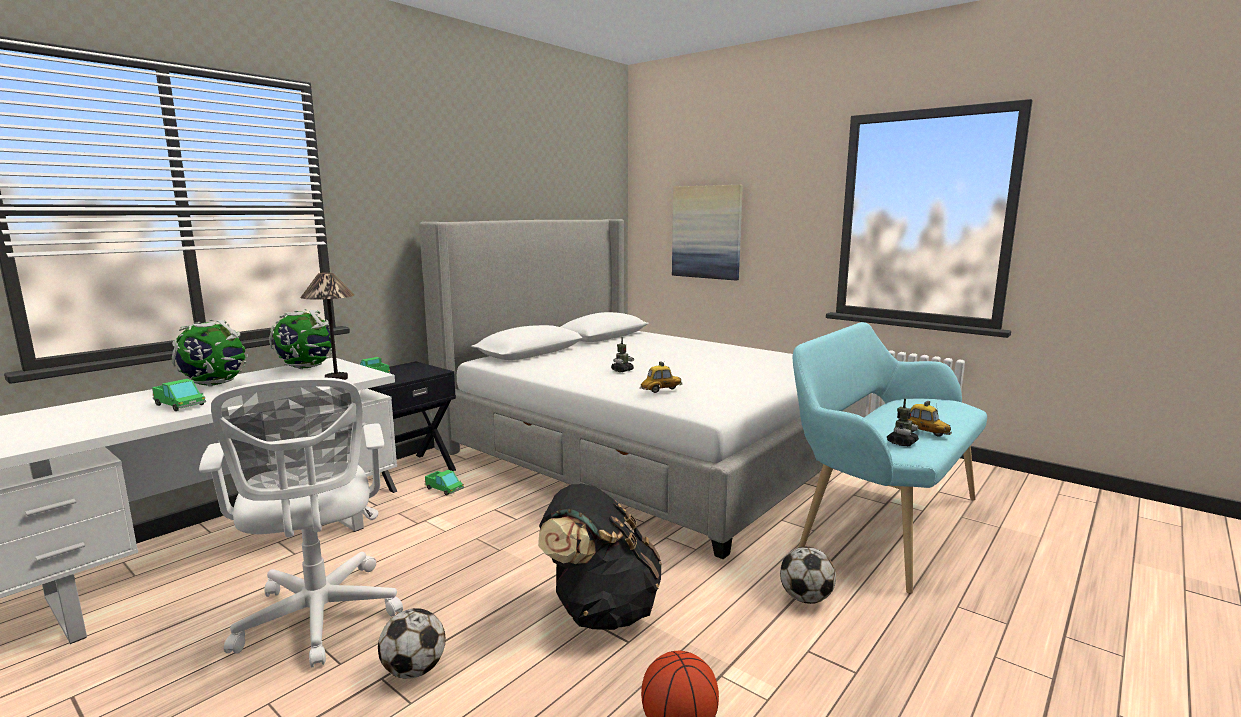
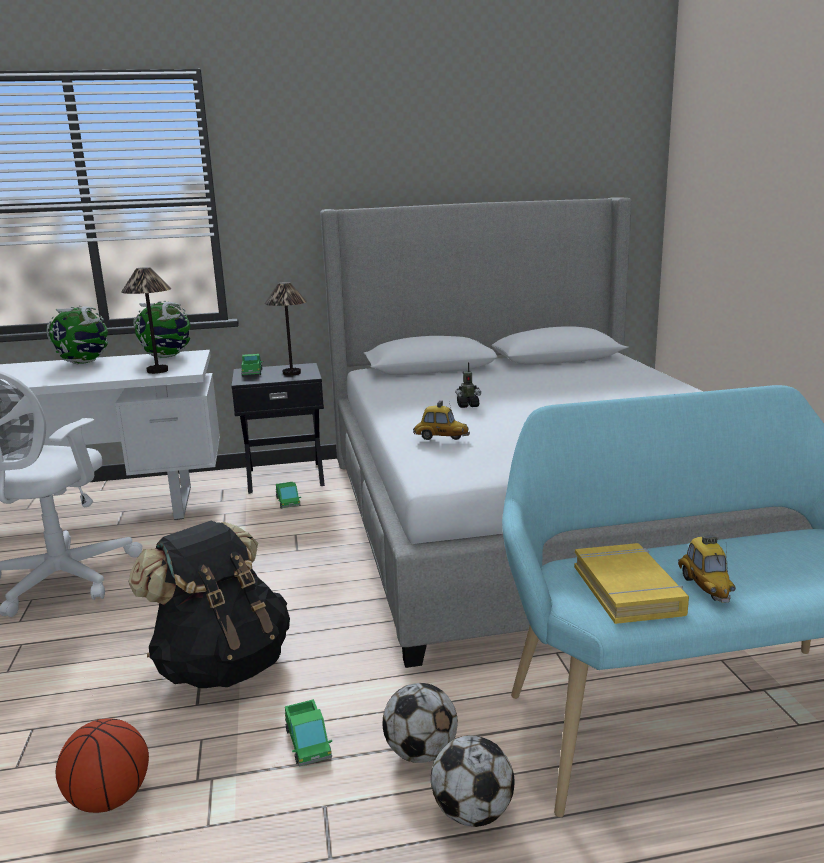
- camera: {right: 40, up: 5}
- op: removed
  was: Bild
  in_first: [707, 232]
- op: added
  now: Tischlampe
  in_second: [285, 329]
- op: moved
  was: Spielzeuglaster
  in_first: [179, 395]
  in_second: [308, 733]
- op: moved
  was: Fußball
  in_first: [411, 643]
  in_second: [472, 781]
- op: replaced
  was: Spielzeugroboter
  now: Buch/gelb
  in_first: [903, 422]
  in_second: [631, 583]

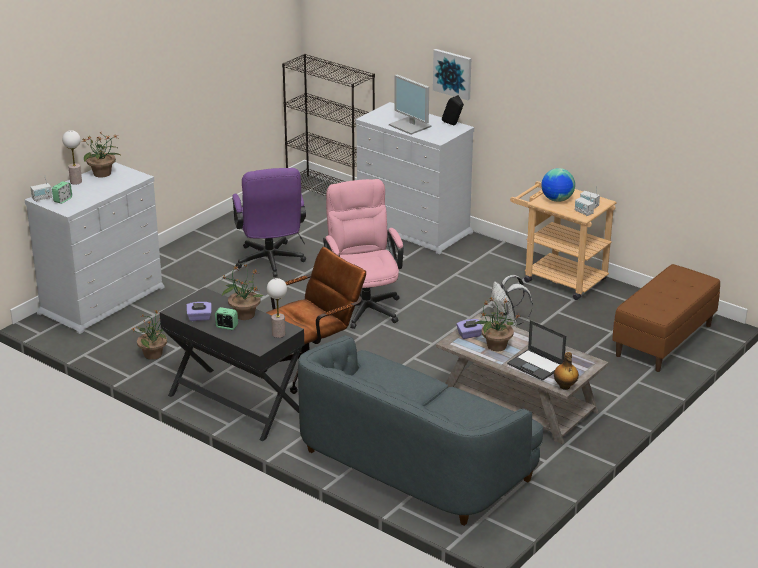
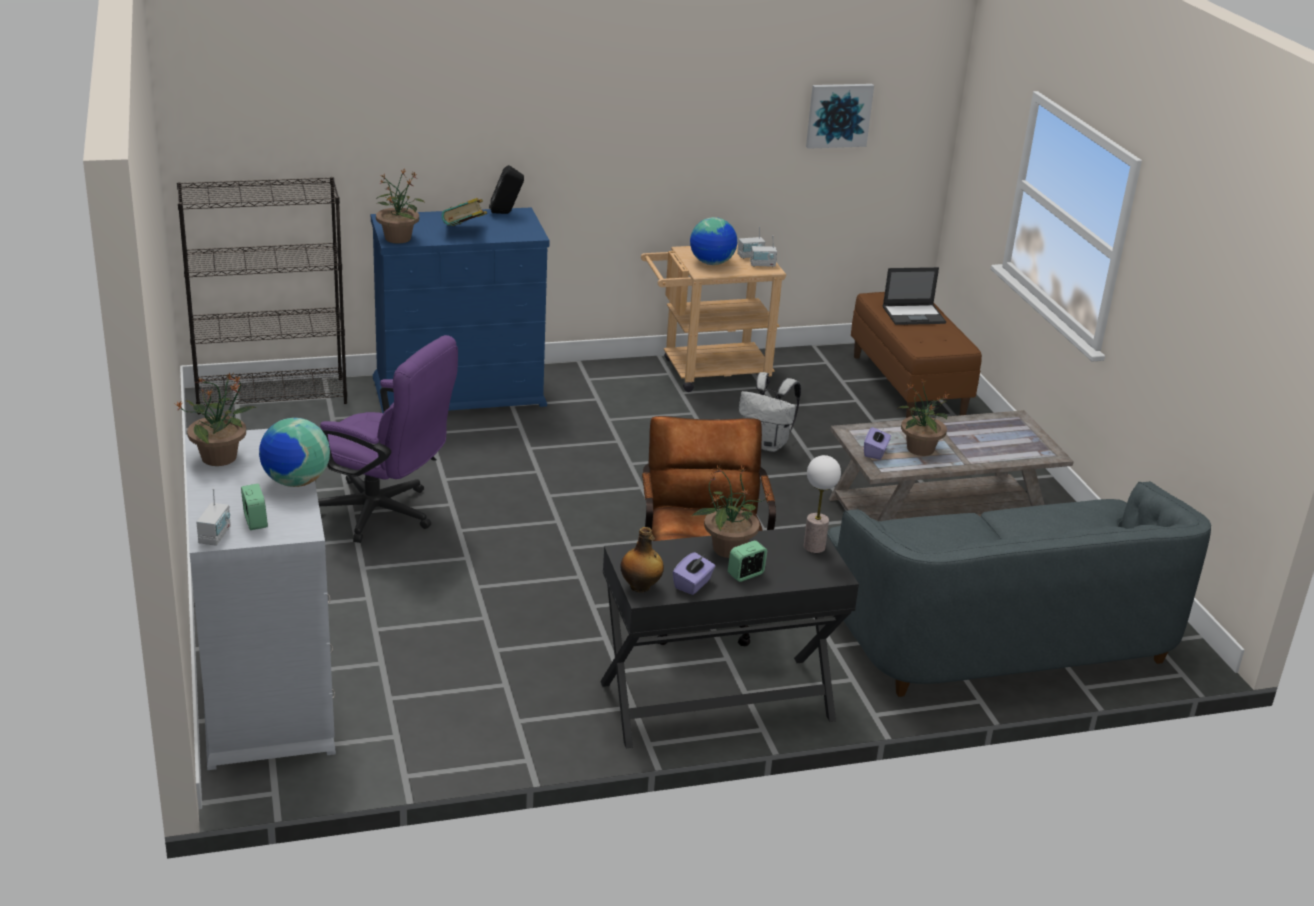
- camera: {right: -55, up: 0}
- op: removed
  was: Tischlampe
  in_first: [72, 157]
- op: removed
  was: Bürostuhl/rosa
  in_first: [363, 254]
- op: added
  now: Globus
  in_second: [294, 452]
- op: moved
  was: Topfpflanze
  in_first: [149, 335]
  in_second: [399, 206]
- op: moved
  was: Bild
  in_first: [452, 74]
  in_second: [840, 116]
- op: moved
  was: Laptop
  in_first: [536, 350]
  in_second: [914, 296]
- op: moved
  was: Flasche
  in_first: [566, 371]
  in_second: [642, 560]
- op: replaced
  was: Monitor
  now: Buch
  in_first: [410, 104]
  in_second: [464, 212]
- op: recoloured
  was: Kommode/weiß
  now: Kommode/blau
  in_first: [415, 178]
  in_second: [460, 310]

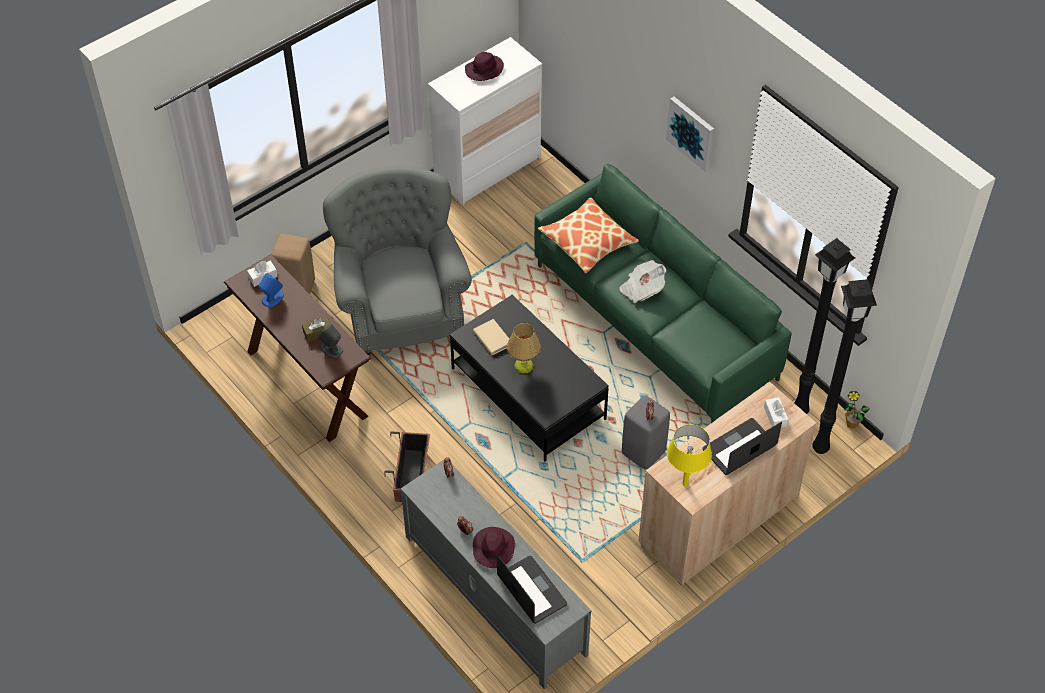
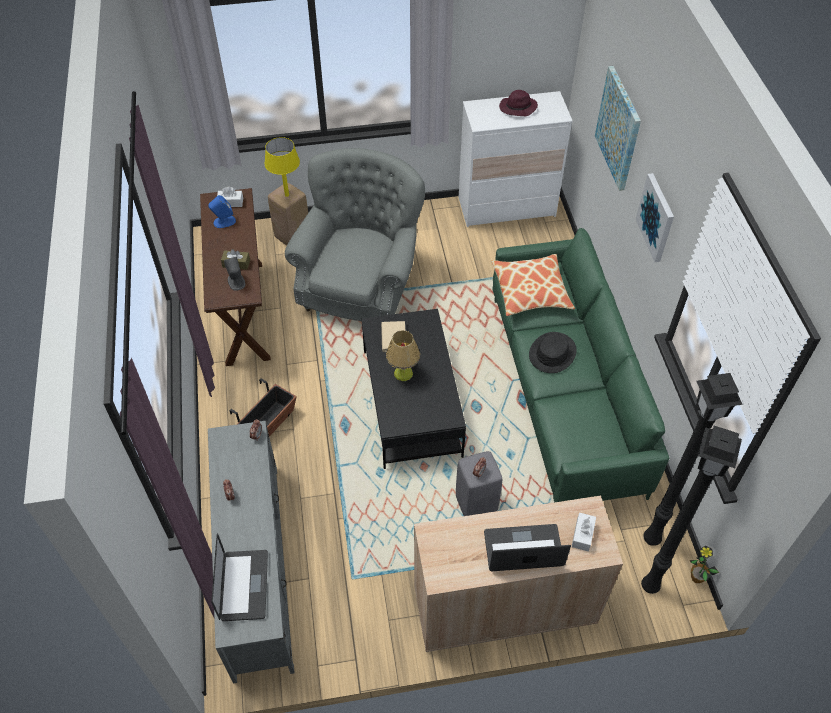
- camera: {right: 30, up: 0}
- op: removed
  was: Hut/lila
  in_first: [494, 547]
- op: added
  now: Bild
  in_second: [618, 128]
- op: moved
  was: Tischlampe/gelb
  in_first: [689, 455]
  in_second: [282, 167]
- op: replaced
  was: Zeitung
  now: Hut/schwarz
  in_first: [643, 281]
  in_second: [553, 352]

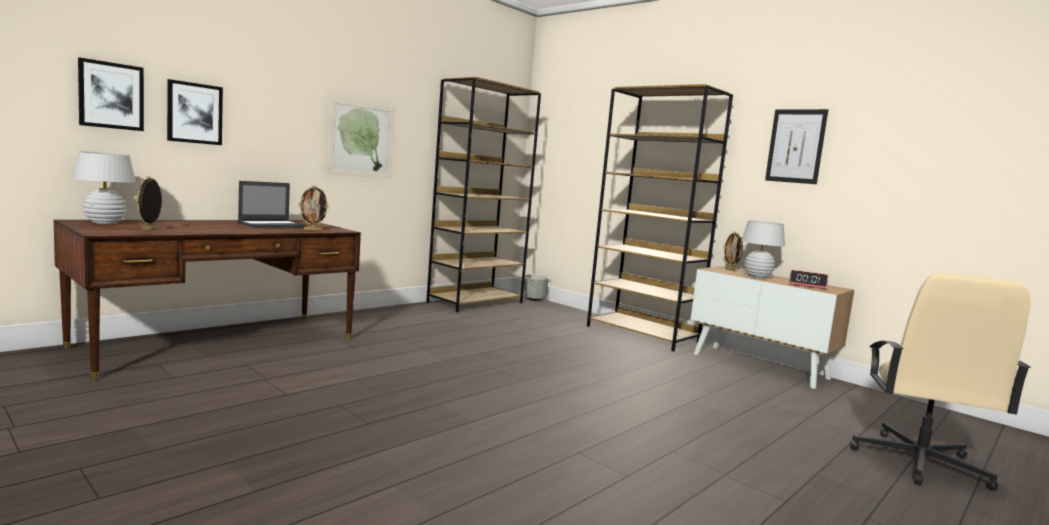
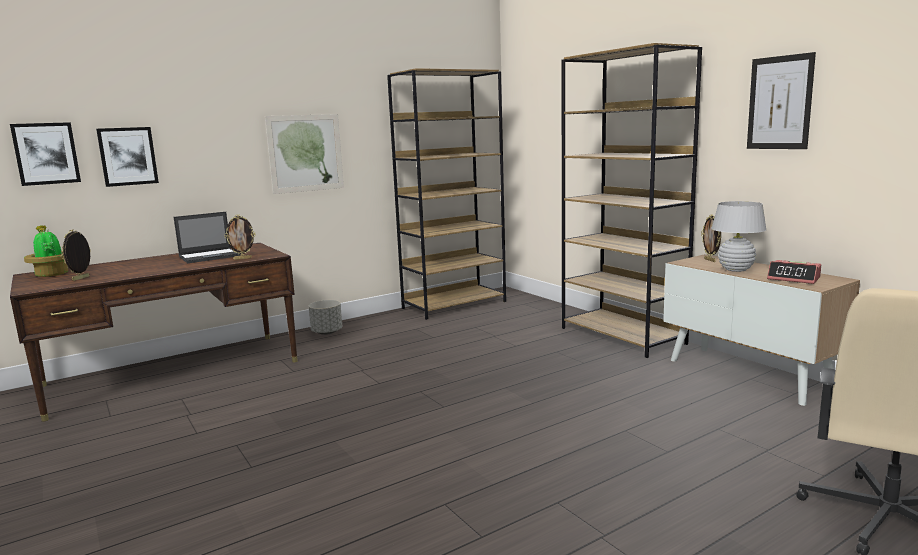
- camera: {right: 15, up: 5}
- op: moved
  was: Pflanzkübel/grau
  in_first: [535, 287]
  in_second: [325, 317]
- op: replaced
  was: Tischlampe/weiß
  now: Topfpflanze
  in_first: [104, 188]
  in_second: [46, 251]

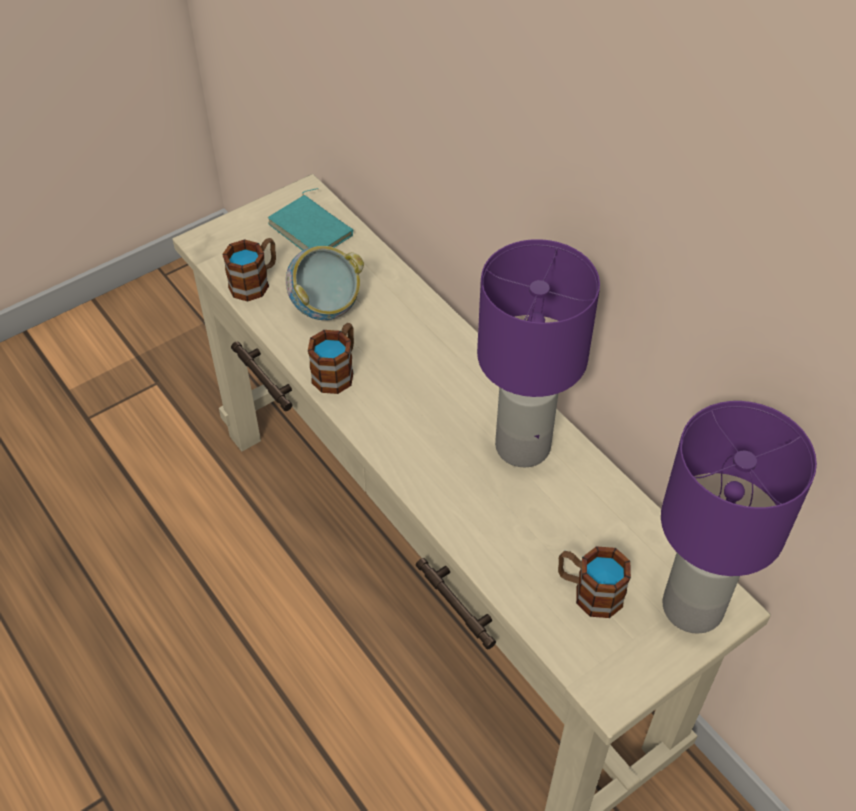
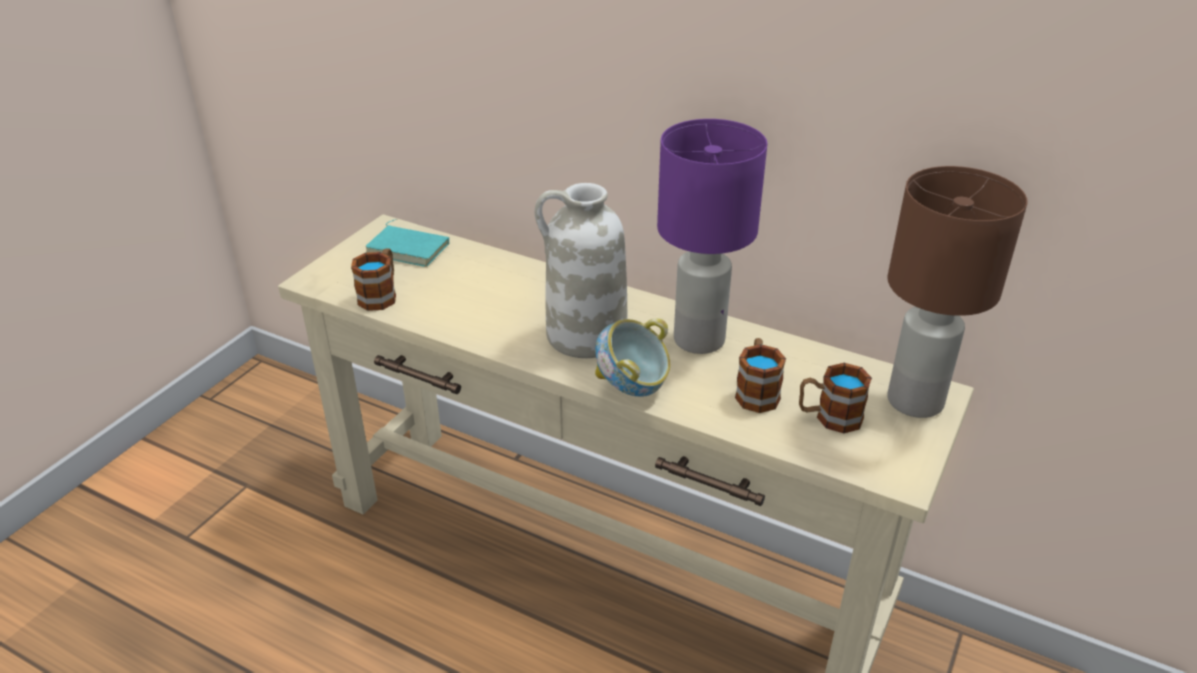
- camera: {right: -25, up: -15}
- op: added
  now: Vase/weiß
  in_second: [581, 270]
- op: moved
  was: Schüssel
  in_first: [325, 283]
  in_second: [632, 357]
- op: moved
  was: Henkelbecher
  in_first: [331, 358]
  in_second: [760, 375]
- op: recoloured
  was: Tischlampe/lila
  now: Tischlampe/braun
  in_first: [739, 517]
  in_second: [957, 292]

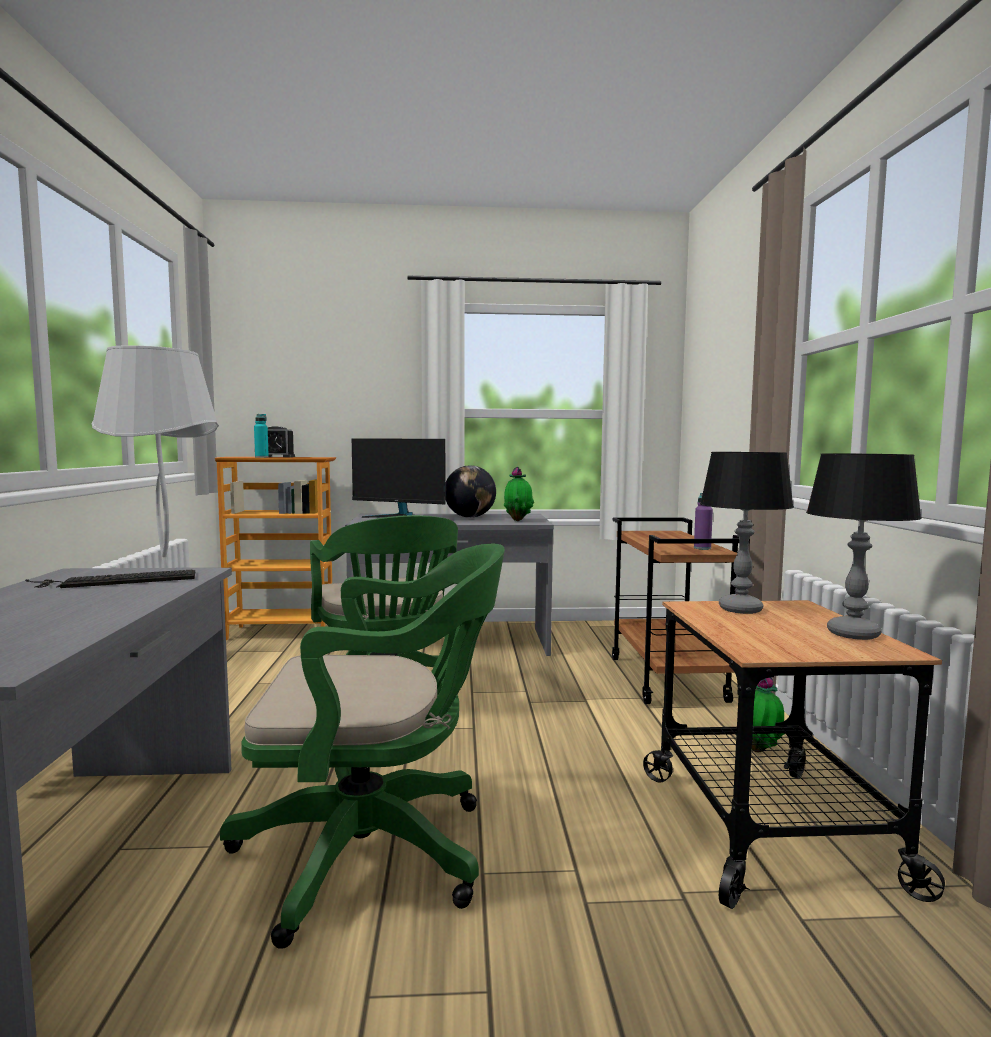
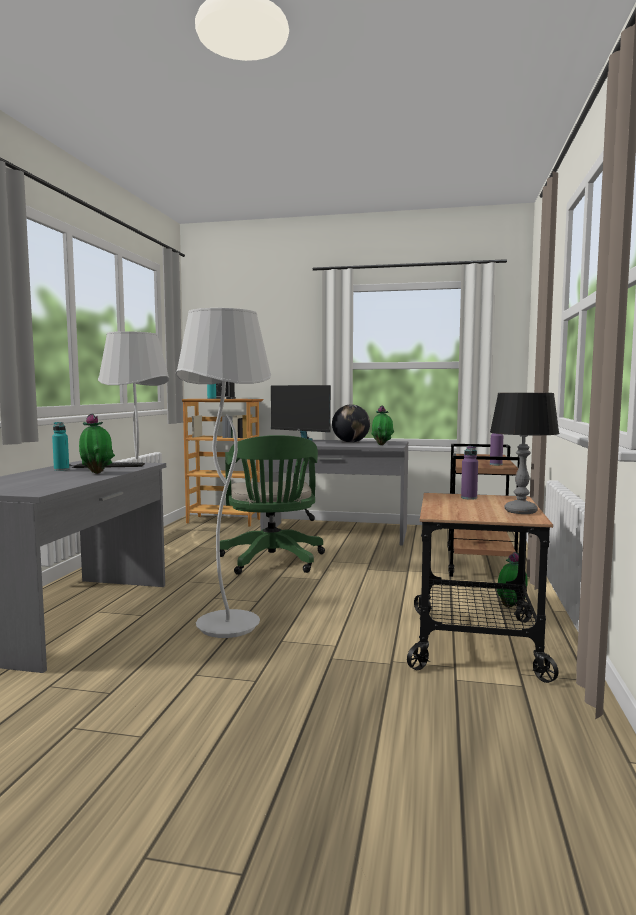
- camera: {right: 15, up: 0}
- op: added
  now: Flasche/türkis
  in_second: [60, 446]
- op: added
  now: Topfpflanze
  in_second: [97, 443]
- op: replaced
  was: Bürostuhl/grün
  now: Stehlampe/weiß
  in_first: [362, 746]
  in_second: [223, 473]
- op: replaced
  was: Tischlampe
  now: Flasche/lila
  in_first: [747, 533]
  in_second: [469, 473]

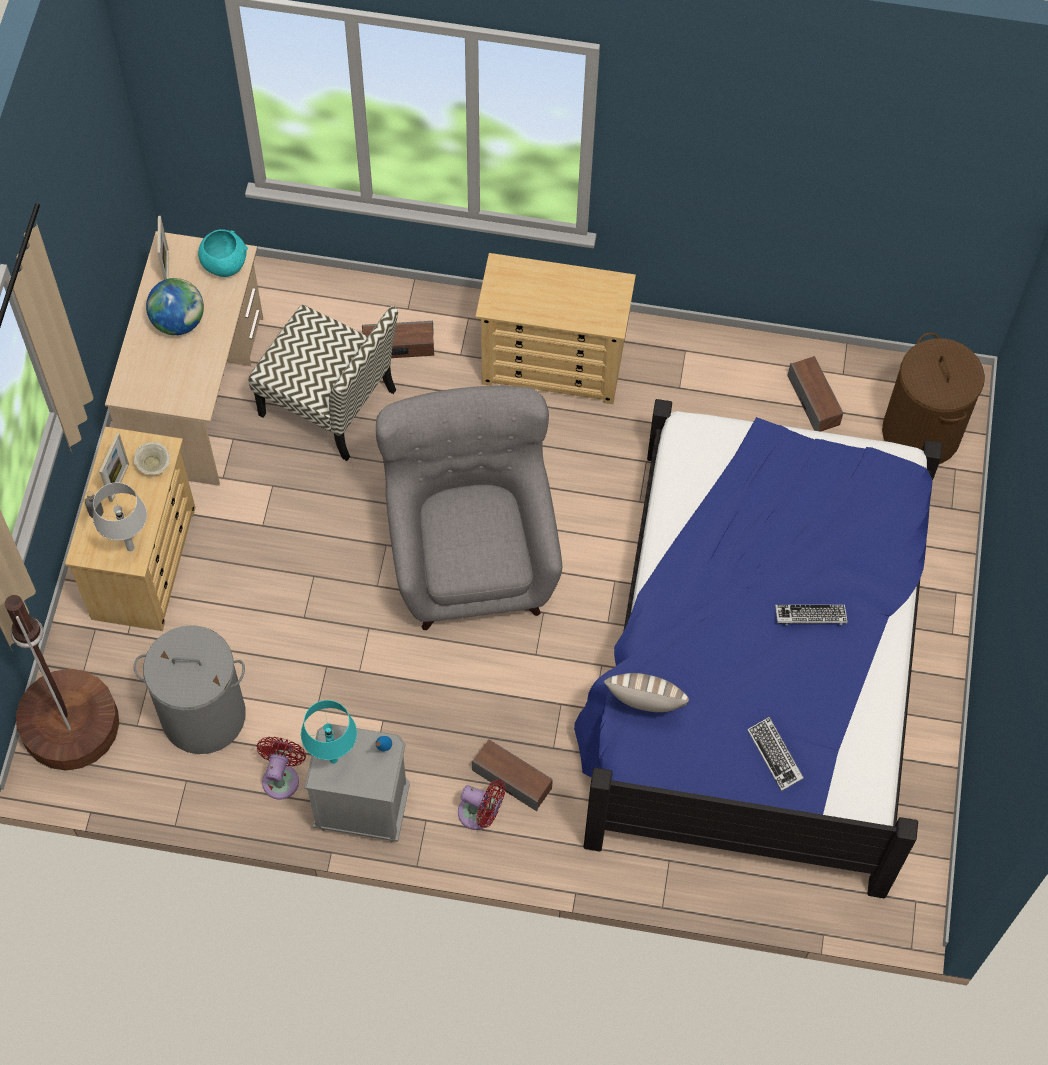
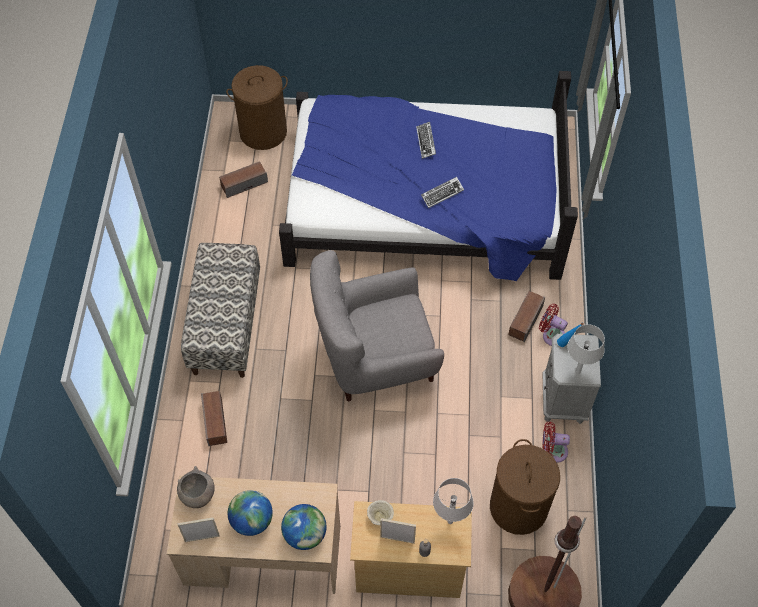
- camera: {right: -95, up: -5}
- op: removed
  was: Stuhl
  in_first: [323, 383]
- op: removed
  was: Kissen
  in_first: [646, 692]
- op: added
  now: Globus
  in_second: [304, 527]
- op: moved
  was: Tastatur
  in_first: [776, 754]
  in_second: [442, 192]
- op: replaced
  was: Kommode/beige
  now: Bank
  in_first: [555, 328]
  in_second: [220, 310]
- op: recoloured
  was: Wäschekorb/grau
  now: Wäschekorb/braun
  in_first: [190, 689]
  in_second: [525, 487]
- op: recoloured
  was: Schüssel/türkis
  now: Schüssel/grau
  in_first: [223, 253]
  in_second: [196, 487]
- op: recoloured
  was: Tischlampe/türkis
  now: Tischlampe/grau
  in_first: [329, 732]
  in_second: [586, 349]
- op: turned
  was: Ventilator/rot
  in_first: [482, 805]
  in_second: [553, 325]
  clockwise: -75

